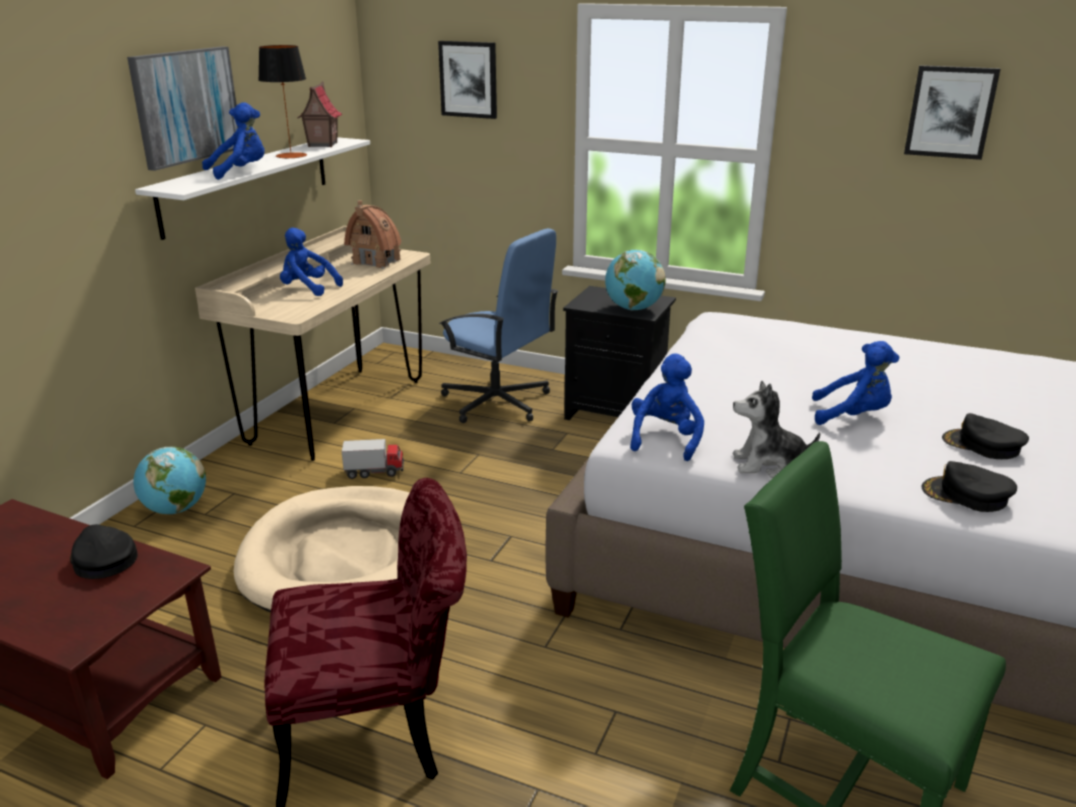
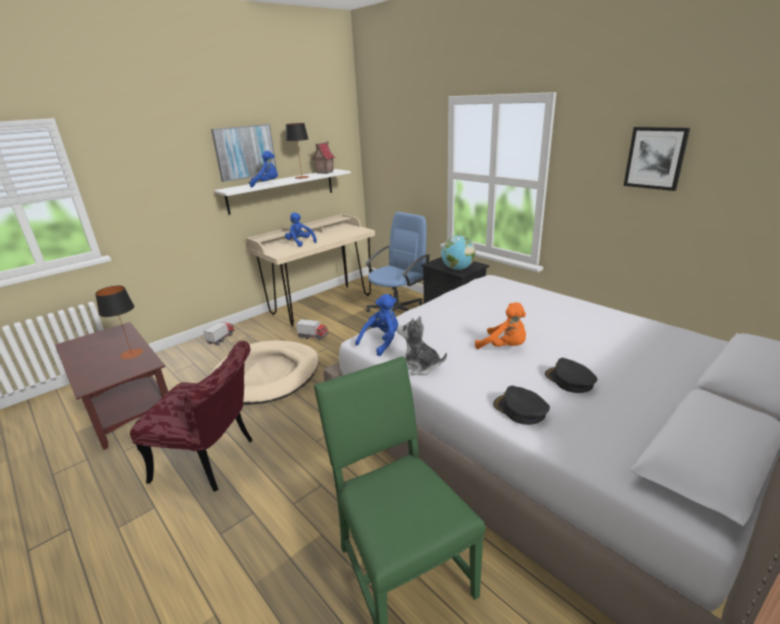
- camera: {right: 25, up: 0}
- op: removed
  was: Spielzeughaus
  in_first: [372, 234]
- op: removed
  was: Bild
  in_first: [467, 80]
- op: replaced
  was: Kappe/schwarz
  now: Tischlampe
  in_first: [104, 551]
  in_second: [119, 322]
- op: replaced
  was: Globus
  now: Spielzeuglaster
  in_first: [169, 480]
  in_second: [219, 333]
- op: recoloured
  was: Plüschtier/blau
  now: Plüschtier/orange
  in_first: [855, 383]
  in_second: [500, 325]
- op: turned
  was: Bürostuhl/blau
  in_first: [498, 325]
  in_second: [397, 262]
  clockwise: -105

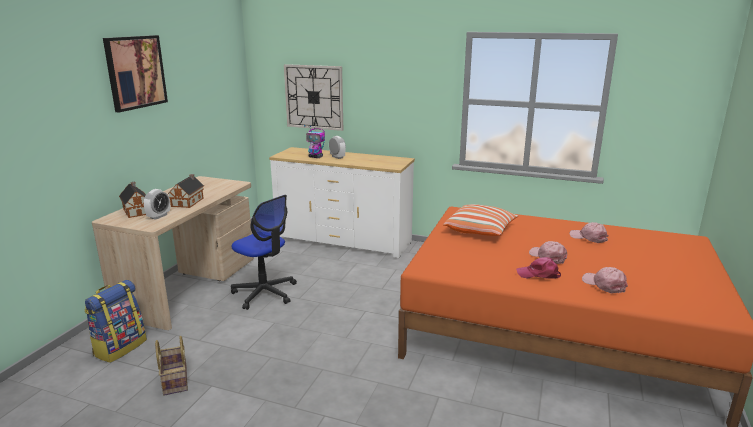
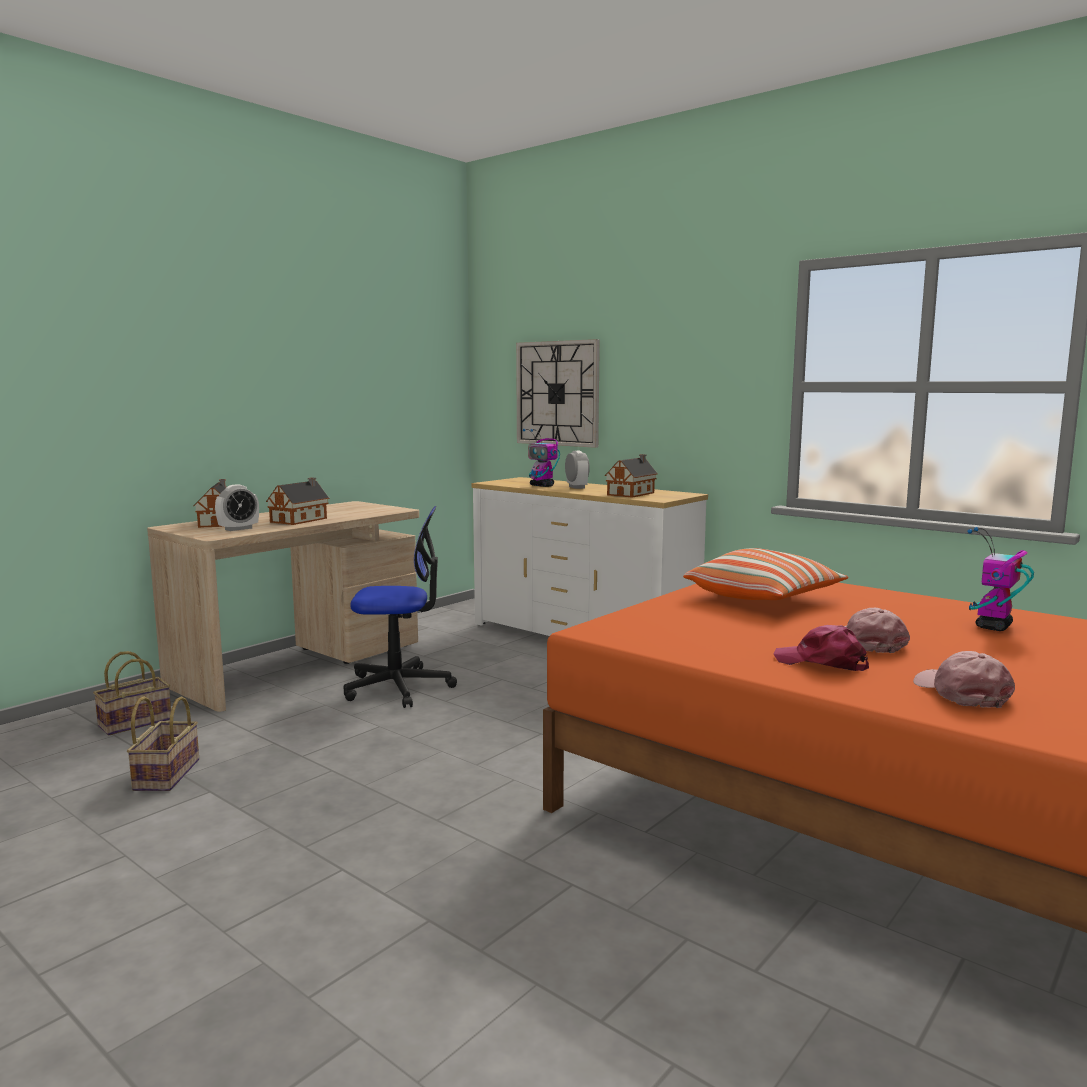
- camera: {right: 20, up: -10}
- op: removed
  was: Bild
  in_first: [135, 74]
- op: added
  now: Spielzeughaus
  in_second: [631, 476]
- op: replaced
  was: Rucksack
  now: Korb
  in_first: [115, 321]
  in_second: [132, 693]
- op: replaced
  was: Kappe/rosa
  now: Spielzeugroboter
  in_first: [589, 232]
  in_second: [1000, 579]
- op: turned
  was: Bürostuhl
  in_first: [264, 252]
  in_second: [400, 607]
  clockwise: -60

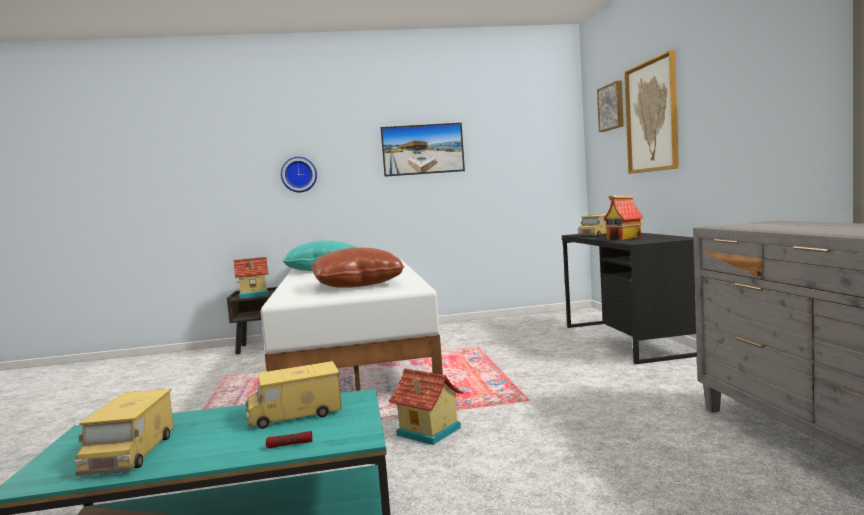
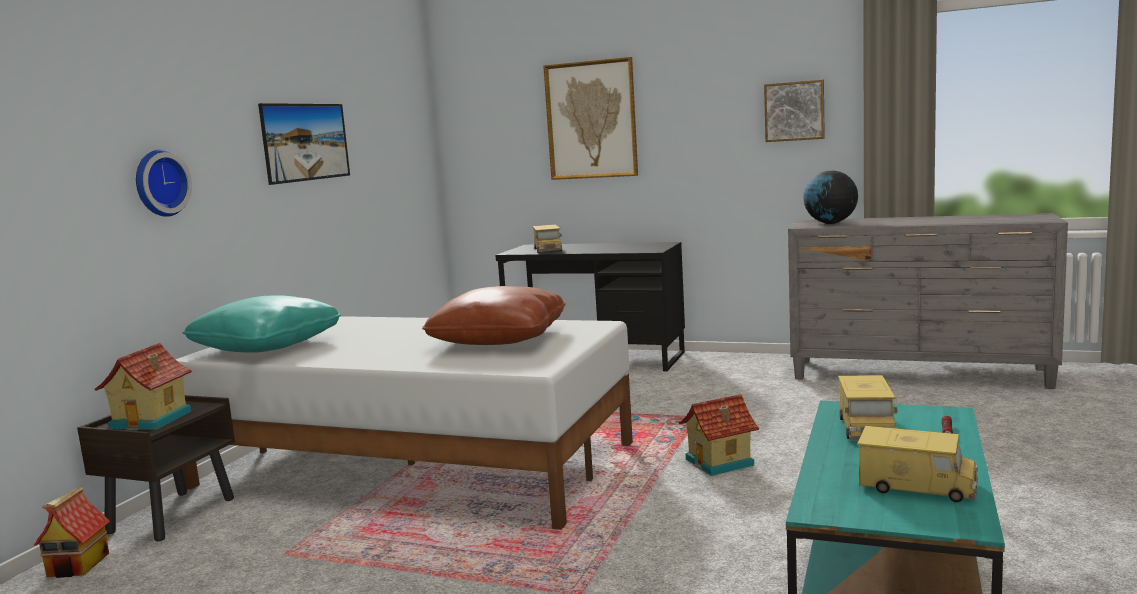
- camera: {right: -60, up: 5}
- op: added
  now: Globus
  in_second: [831, 197]
- op: moved
  was: Bild
  in_first: [610, 106]
  in_second: [794, 111]
- op: moved
  was: Spielzeughaus
  in_first: [623, 217]
  in_second: [71, 532]

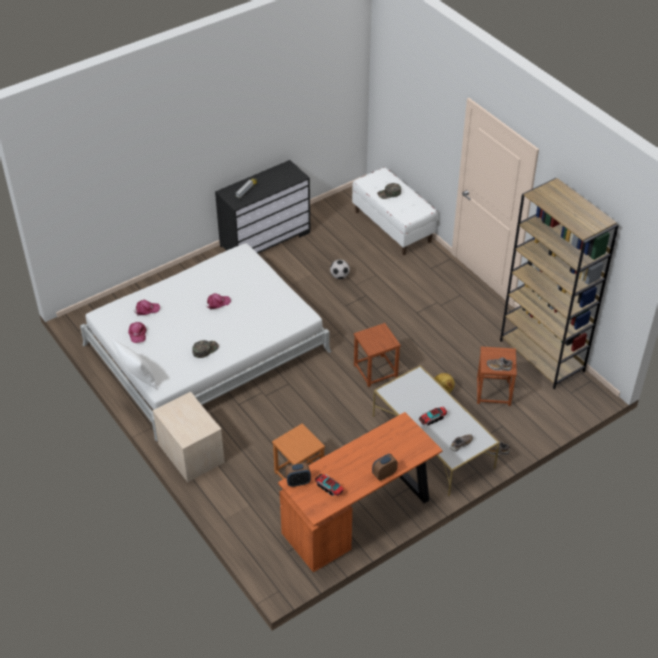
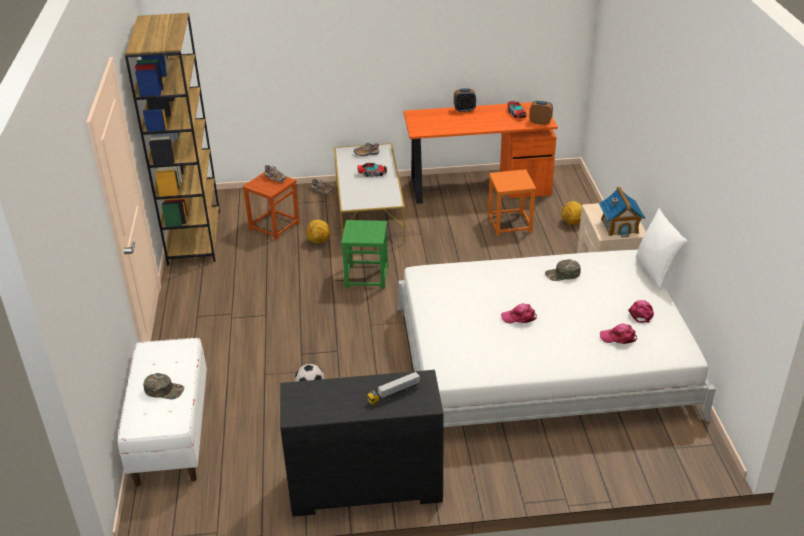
- camera: {right: -150, up: -10}
- op: added
  now: Fußball
  in_second: [571, 213]
- op: added
  now: Spielzeughaus
  in_second: [622, 212]
- op: recoloured
  was: Hocker/braun
  now: Hocker/grün
  in_first: [377, 355]
  in_second: [364, 254]

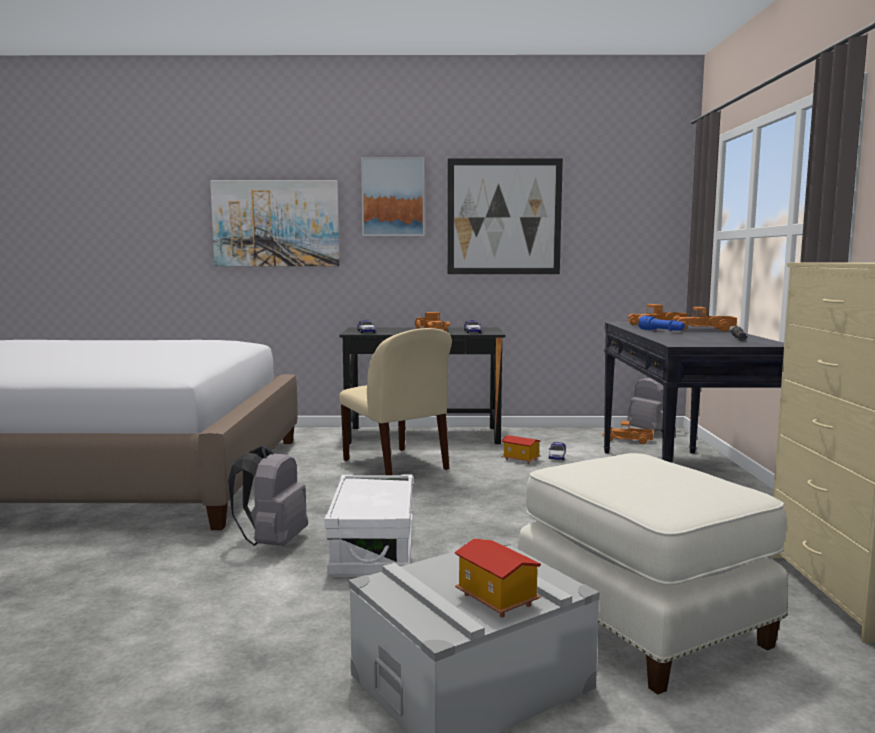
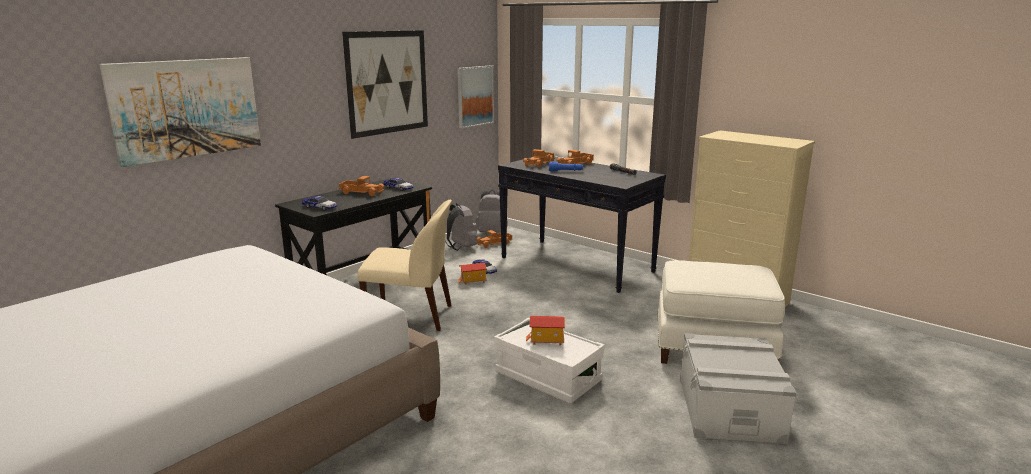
- camera: {right: -50, up: 10}
- op: moved
  was: Rucksack/grau
  in_first: [268, 496]
  in_second: [461, 227]
- op: moved
  was: Bild
  in_first: [393, 196]
  in_second: [475, 96]
- op: moved
  was: Spielzeughaus
  in_first: [497, 578]
  in_second: [545, 330]

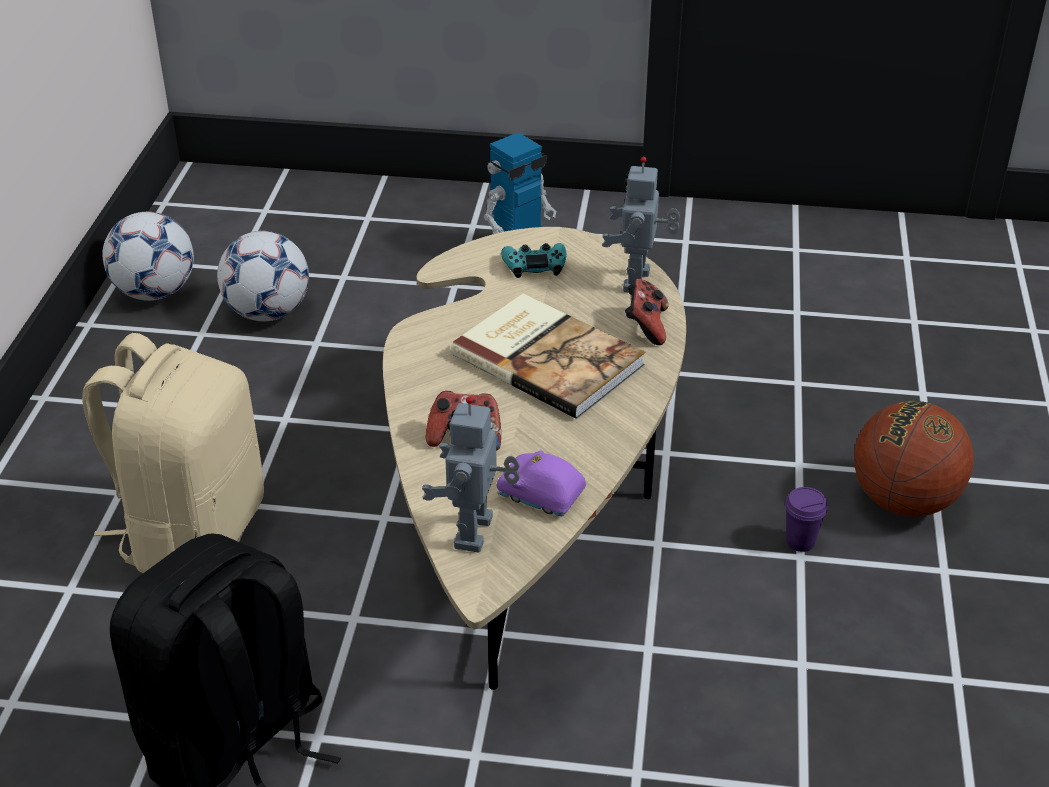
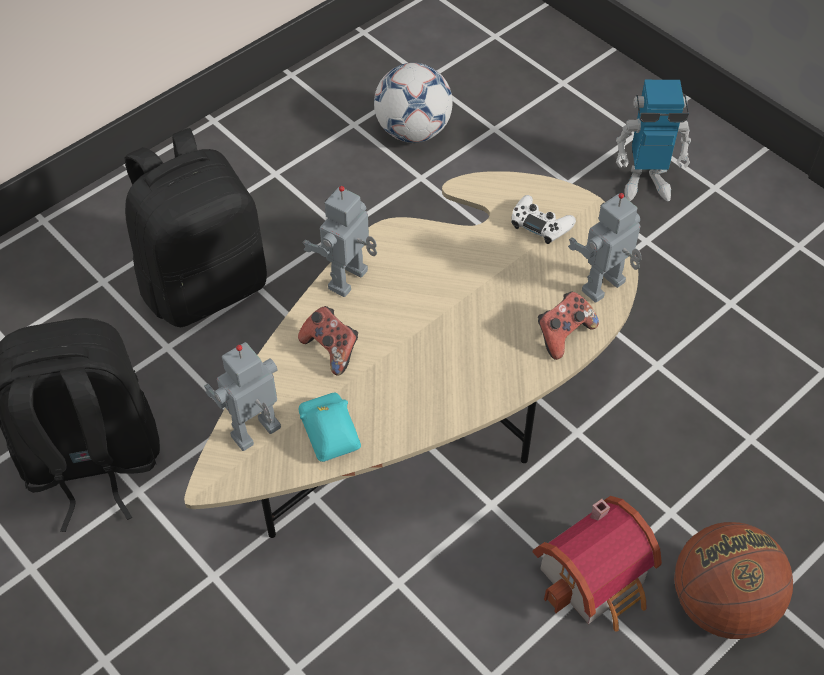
- camera: {right: 40, up: 15}
- op: removed
  was: Fußball
  in_first: [148, 256]
- op: removed
  was: Buch
  in_first: [548, 356]
- op: added
  now: Spielzeugroboter
  in_second: [340, 241]
- op: replaced
  was: Tasse/lila
  now: Spielzeughaus
  in_first: [806, 519]
  in_second: [597, 564]
- op: recoloured
  was: Rucksack/beige
  now: Rucksack/schwarz
  in_first: [173, 453]
  in_second: [196, 227]
- op: recoloured
  was: Spielzeugauto/lila
  now: Spielzeugauto/türkis
  in_first: [541, 483]
  in_second: [330, 427]
- op: recoloured
  was: Gamepad/türkis
  now: Gamepad/weiß
  in_first: [534, 260]
  in_second: [543, 219]

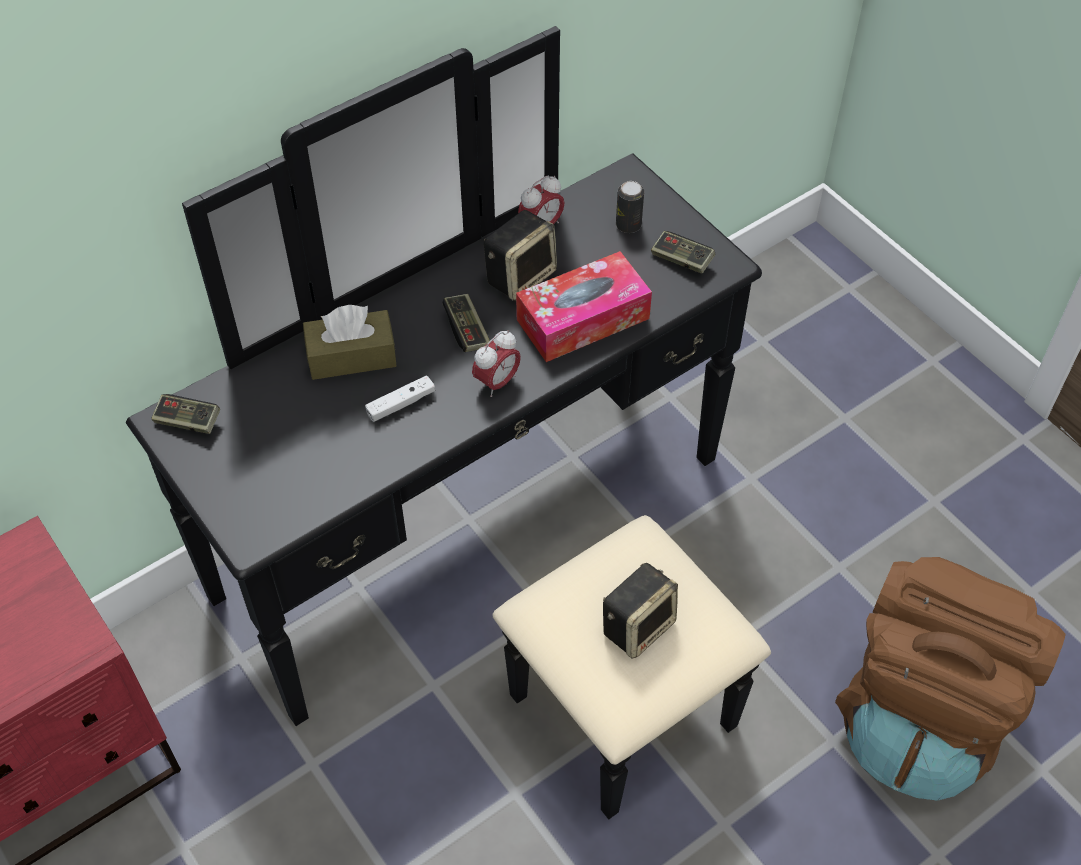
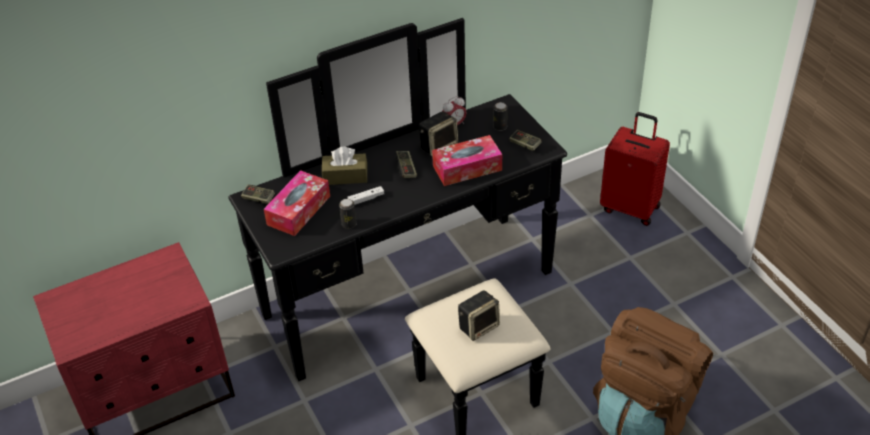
- camera: {right: 10, up: -10}
- op: removed
  was: Wecker
  in_first: [496, 363]
- op: added
  now: Taschentuchbox
  in_second: [297, 203]
- op: added
  now: Dose
  in_second: [348, 214]
- op: added
  now: Koffer/rot
  in_second: [635, 169]

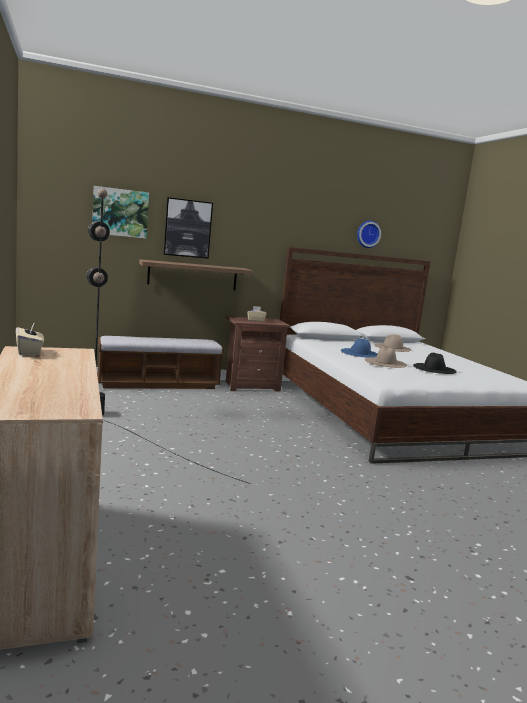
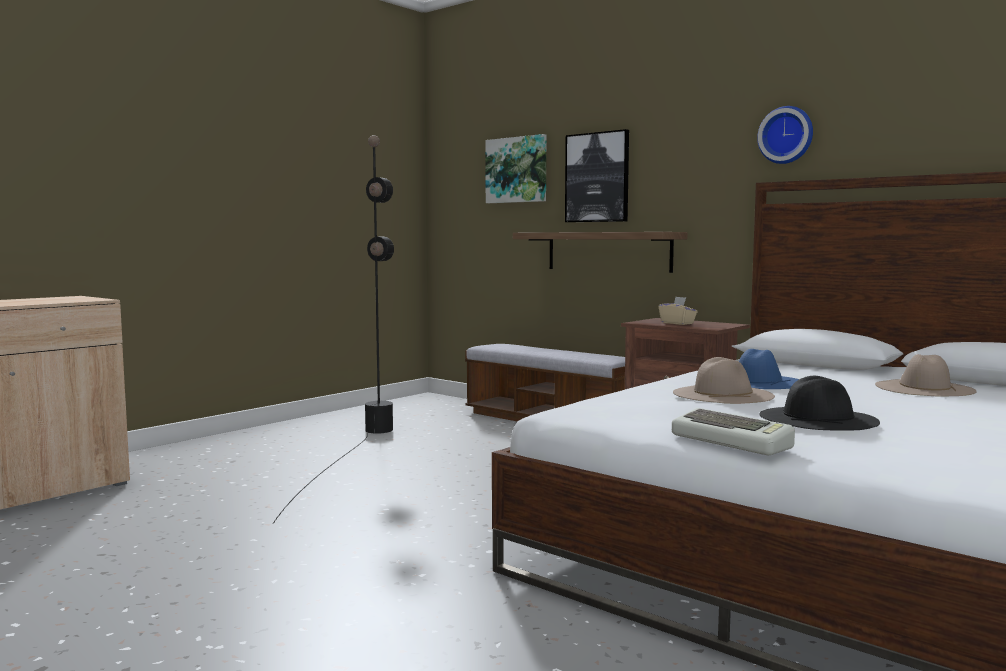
- camera: {right: 60, up: -5}
- op: removed
  was: Taschentuchbox/beige
  in_first: [30, 338]
- op: added
  now: Tastatur
  in_second: [733, 431]
- op: moved
  was: Wanduhr
  in_first: [369, 234]
  in_second: [785, 135]

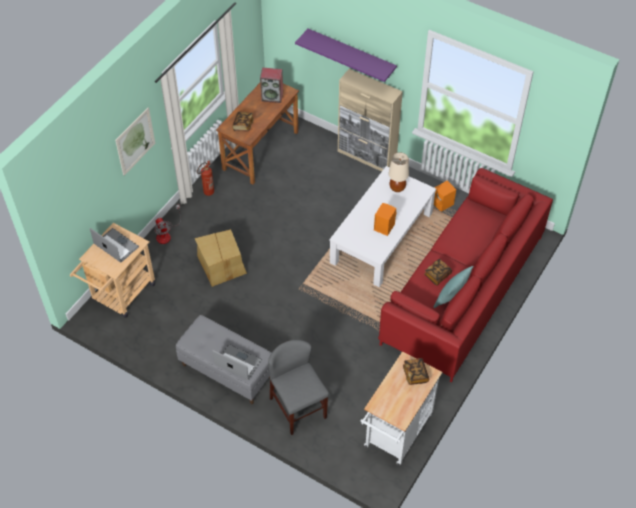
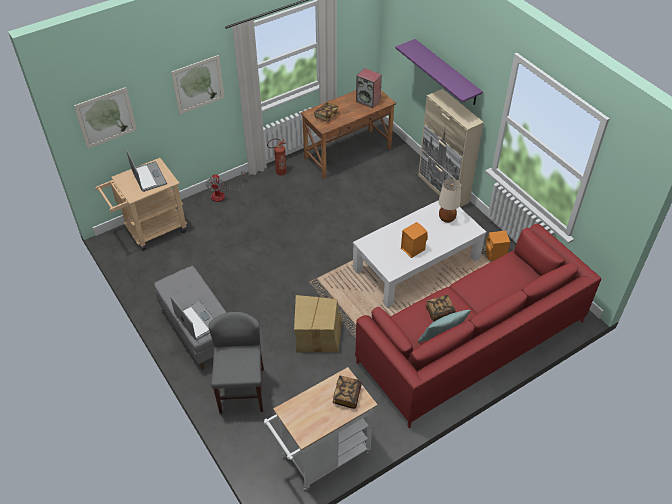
- camera: {right: 25, up: -5}
- op: added
  now: Bild
  in_second: [105, 118]
- op: moved
  was: Karton
  in_first: [221, 258]
  in_second: [318, 323]

